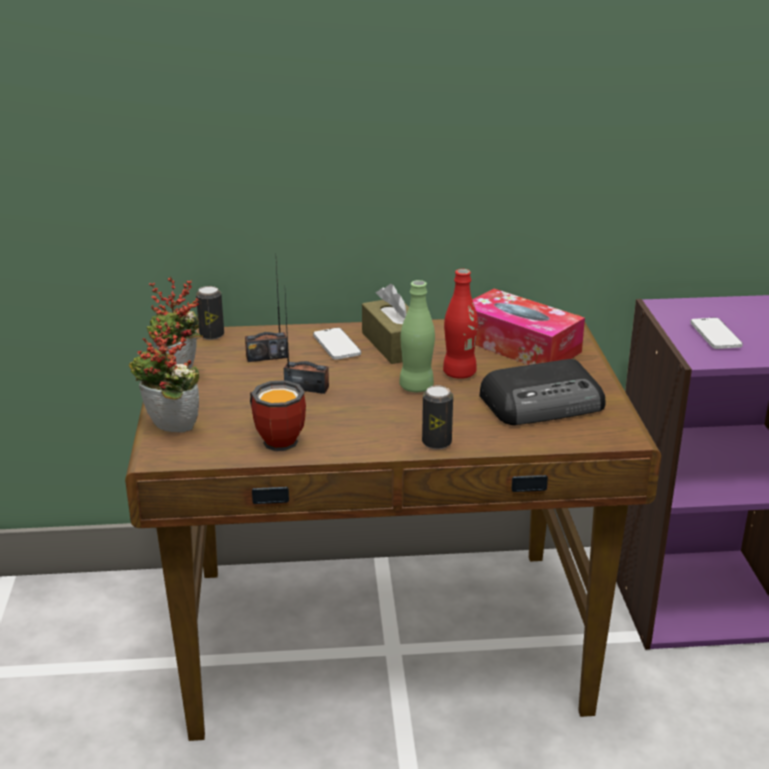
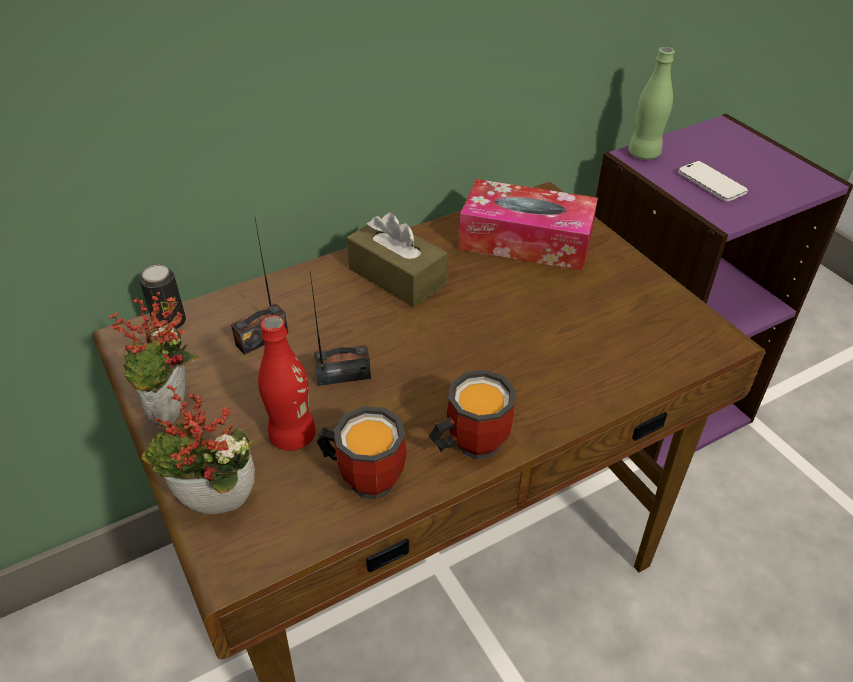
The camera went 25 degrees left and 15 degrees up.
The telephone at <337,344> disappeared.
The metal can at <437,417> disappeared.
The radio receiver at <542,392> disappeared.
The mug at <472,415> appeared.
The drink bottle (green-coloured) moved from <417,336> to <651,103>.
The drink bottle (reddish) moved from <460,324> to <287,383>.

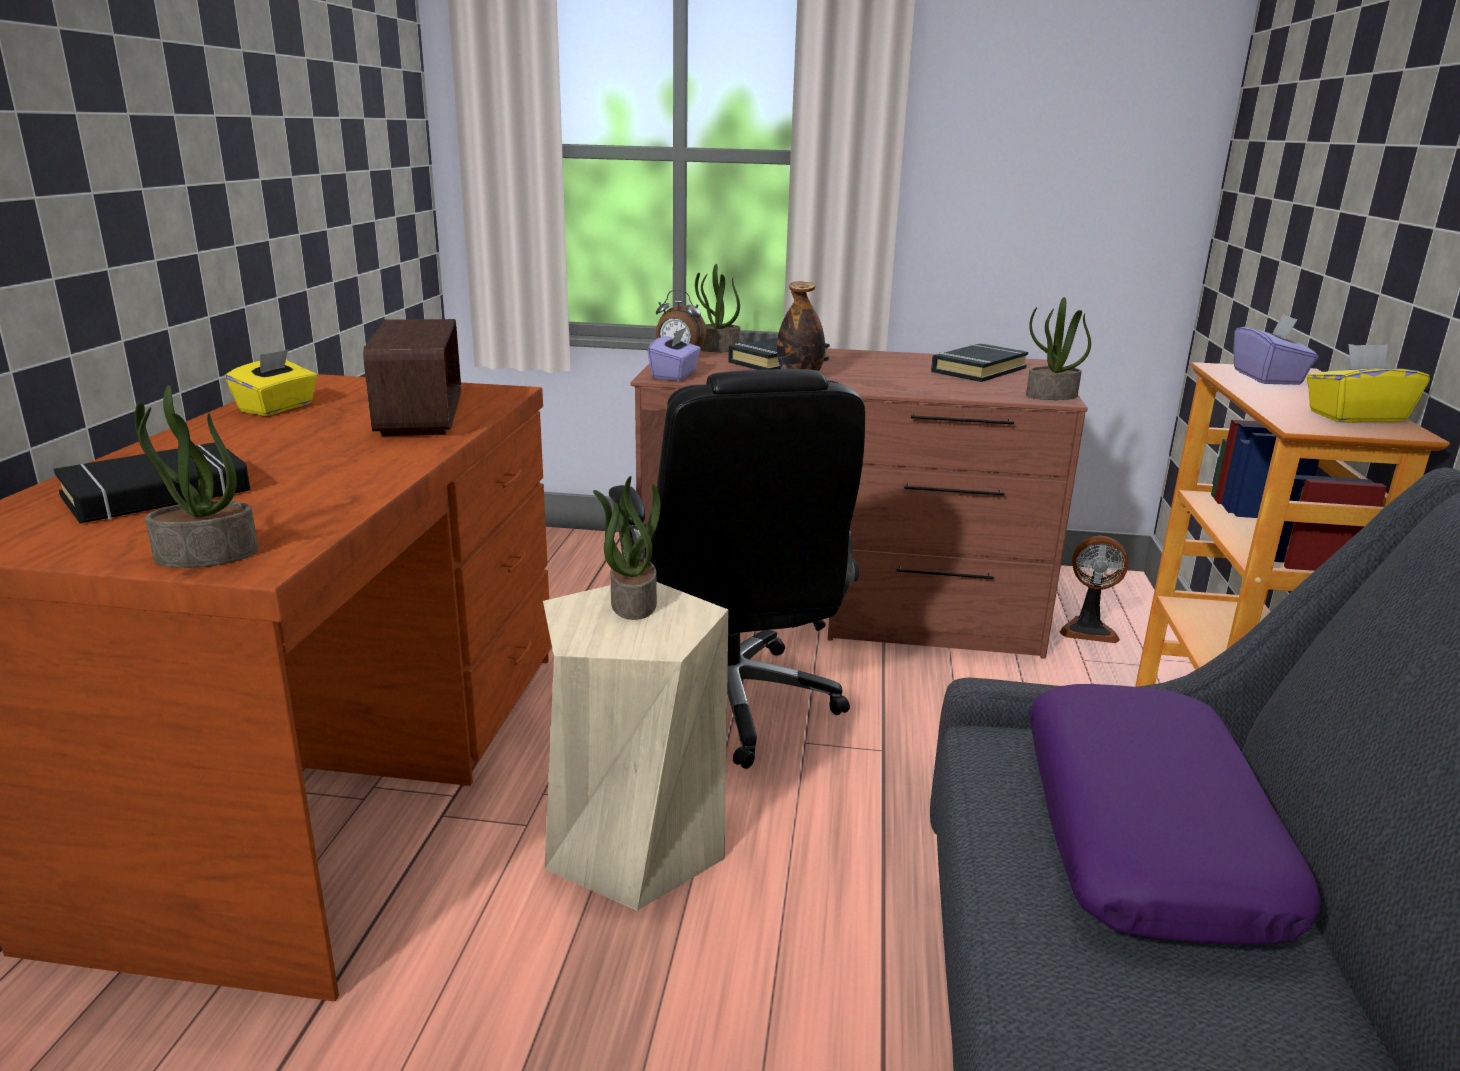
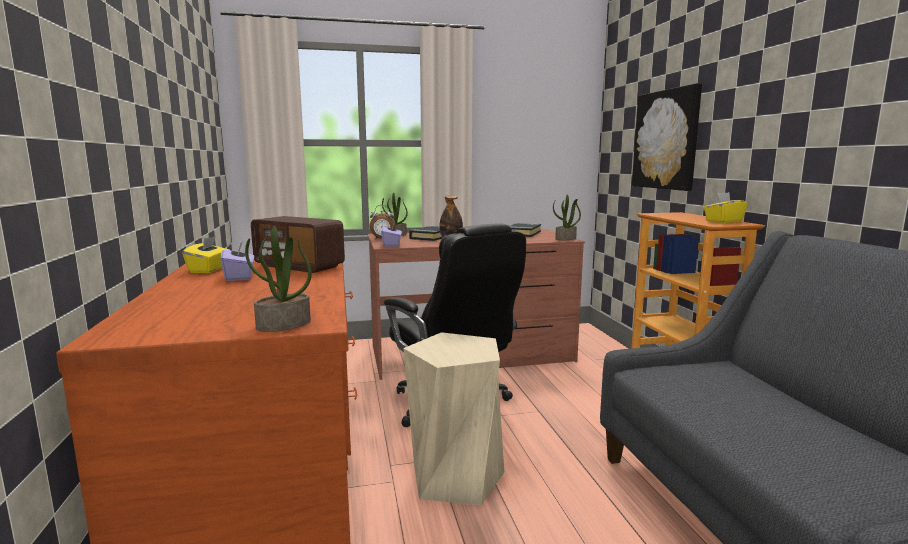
The camera went 20 degrees left and 10 degrees down.
The volume (black-coloured) at <152,482> disappeared.
The plant in a pot at <626,548> disappeared.
The pillow (purplish) at <1175,814> disappeared.
The cooling fan at <1094,589> disappeared.
The wall picture at <667,137> appeared.
The tissue holder (purplish) moved from <1275,349> to <237,261>.
The radio receiver at <412,377> turned 150 degrees clockwise.

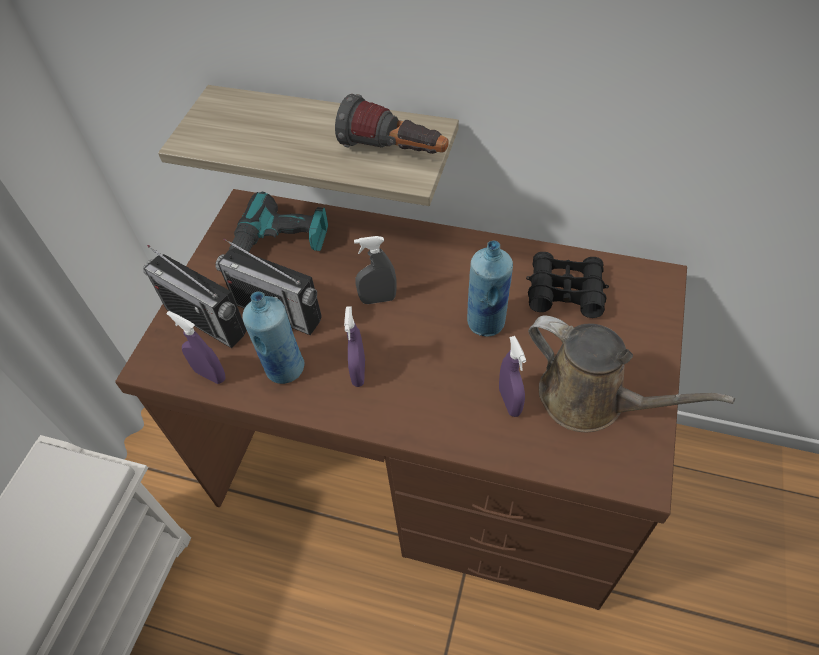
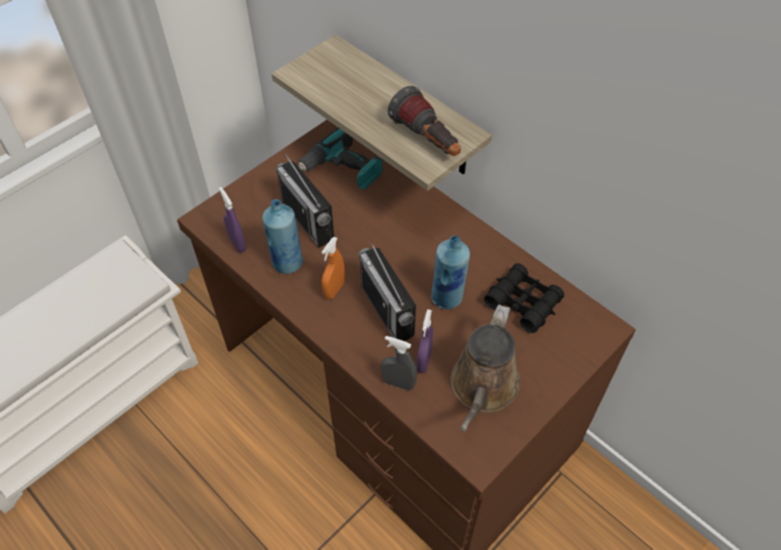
The camera went 25 degrees right and 0 degrees up.
The radio receiver moved from <195,296> to <387,291>.
The spray bottle (greyish) moved from <375,270> to <399,363>.
The spray bottle (purplish) at <354,346> became the spray bottle (orangey) at <333,268>.
The watering can (brown-coloured) at <631,374> turned 45 degrees clockwise.

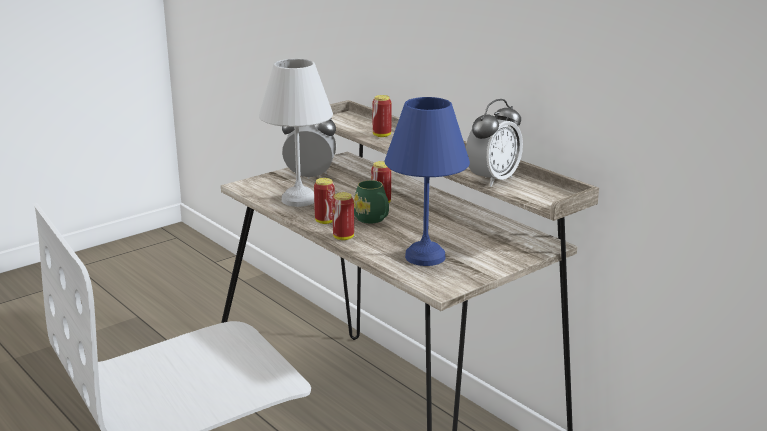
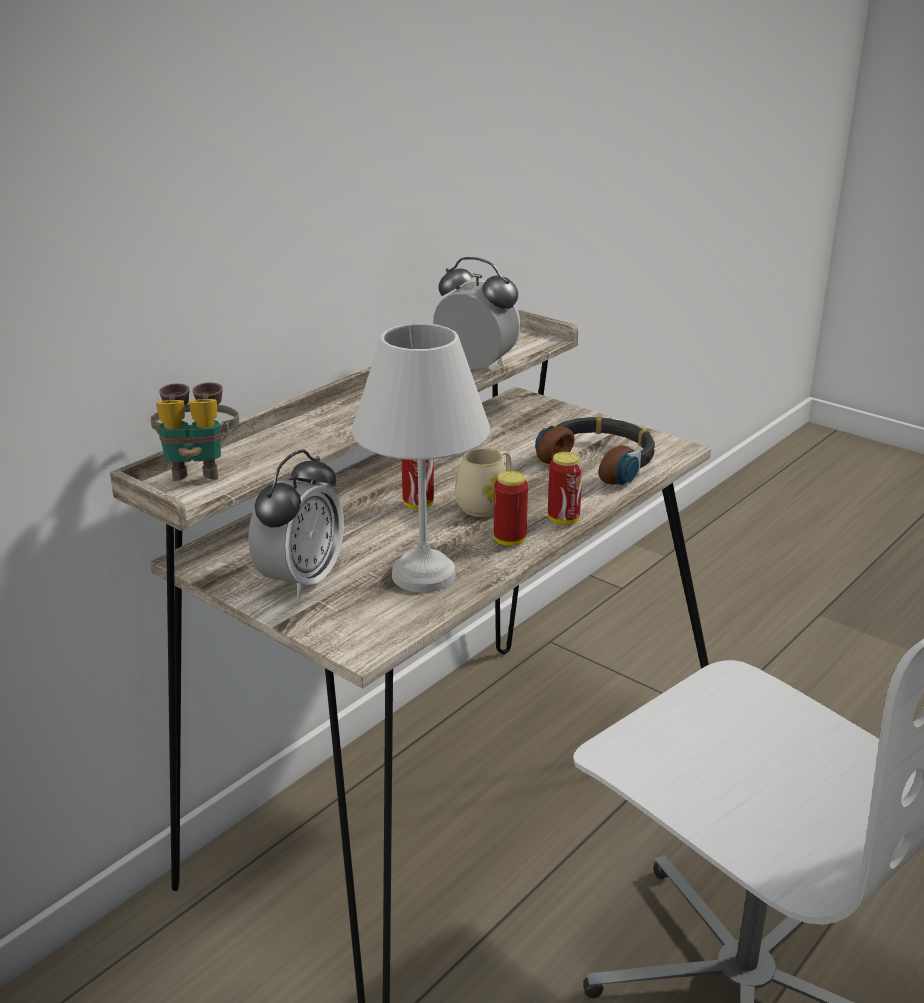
The camera went 100 degrees left and 5 degrees up.
The metal can at <382,116> disappeared.
The binoculars at <194,431> appeared.
The tabletop lamp (blue-coloured) at <427,181> was replaced by the pair of headphones at <595,450>.
The mug (green-coloured) at <371,201> became the mug (beige-coloured) at <483,482>.
The table clock at <309,148> turned 150 degrees counterclockwise.

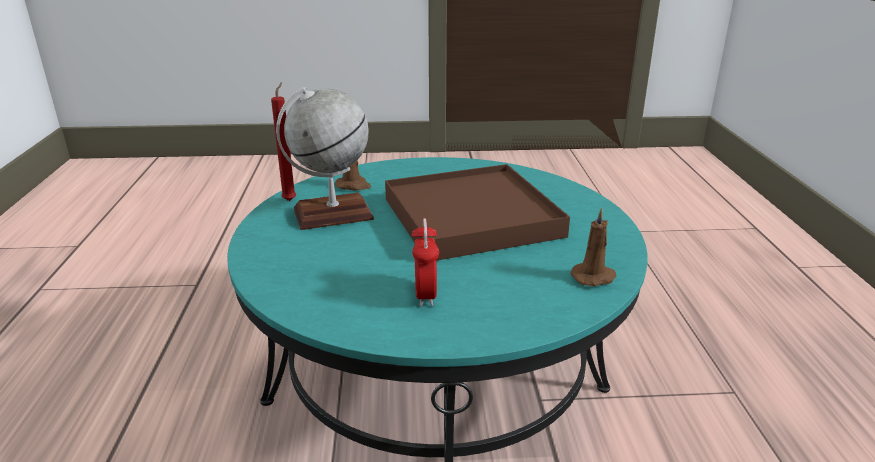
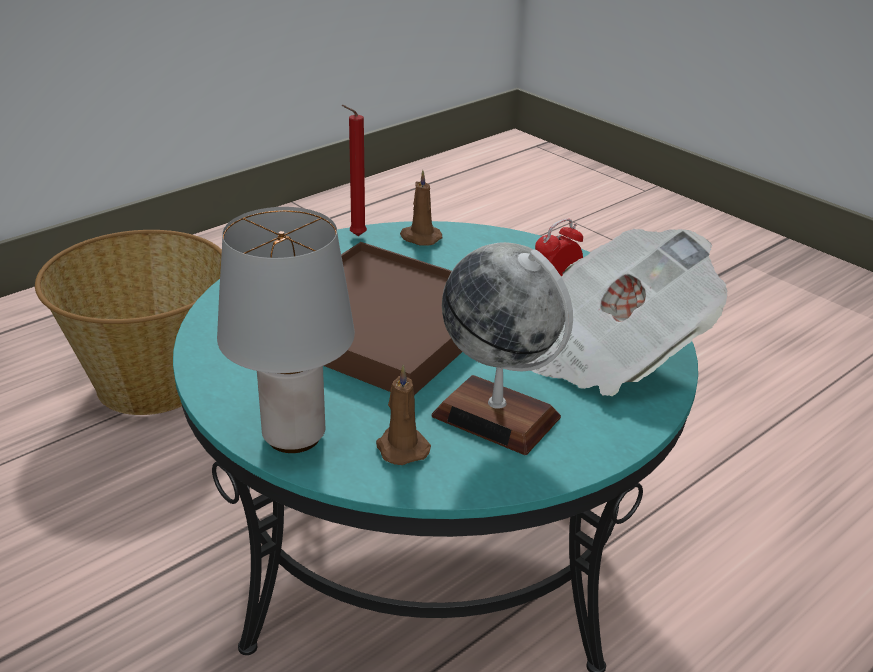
The camera went 130 degrees left and 5 degrees up.
The storage basket at <128,322> appeared.
The tabletop lamp (greyish) at <286,330> appeared.
The daily paper at <626,312> appeared.
The wax candle (reddish) moved from <283,141> to <354,170>.

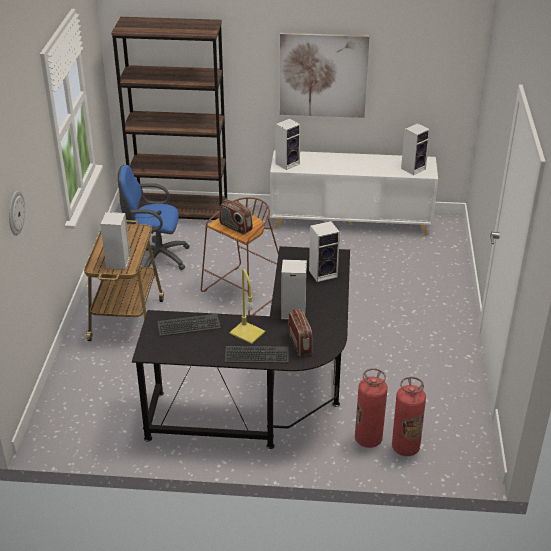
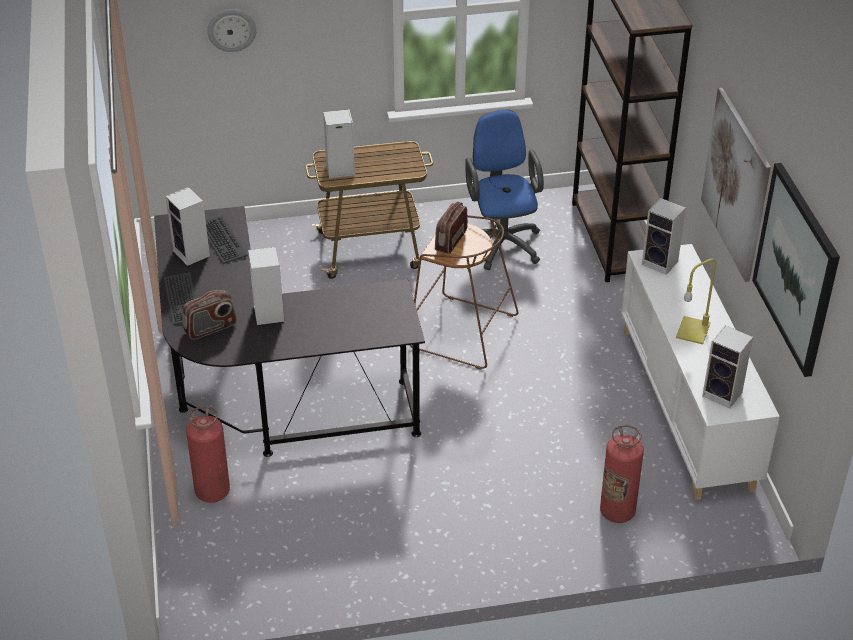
The camera went 75 degrees right and 5 degrees up.
The wall picture at <796,270> appeared.
The tabletop lamp (yellow) moved from <247,306> to <696,301>.
The loudspeaker moved from <324,251> to <187,226>.
The fire-fighting cylinder moved from <409,416> to <622,474>.

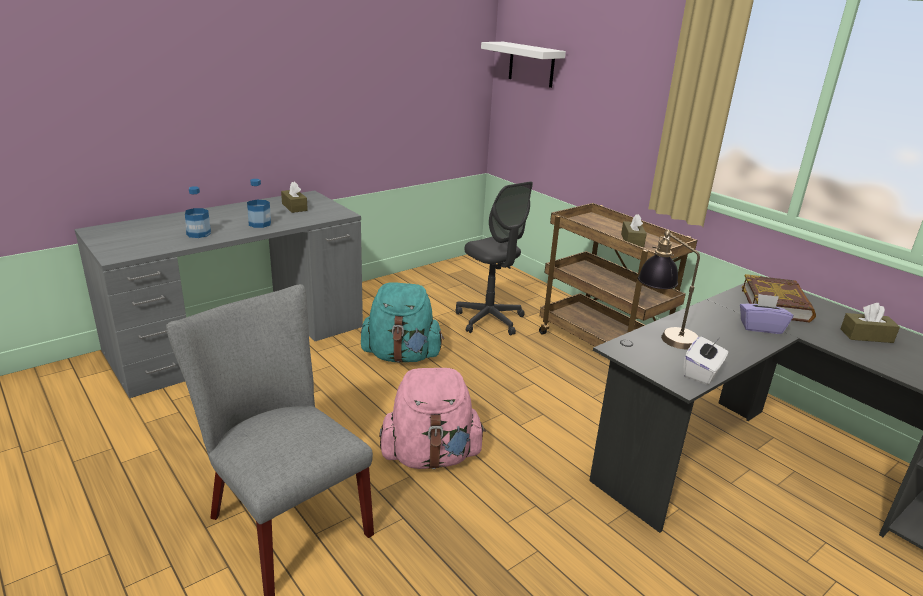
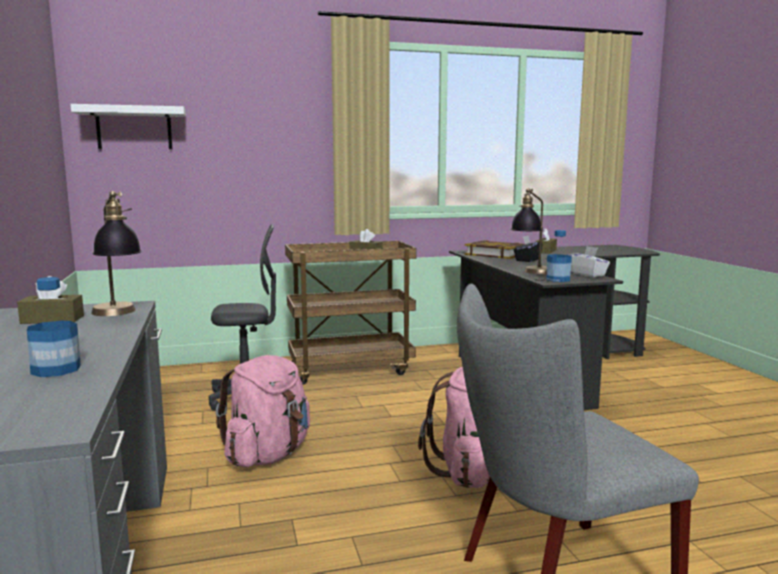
The camera went 65 degrees left and 15 degrees down.
The tabletop lamp at <116,253> appeared.
The drink bottle moved from <259,203> to <559,256>.
The rucksack (turquoise-coloured) at <402,322> became the rucksack (pink) at <263,411>.
The tissue holder (purplish) at <766,314> became the tissue holder (black-coloured) at <528,249>.

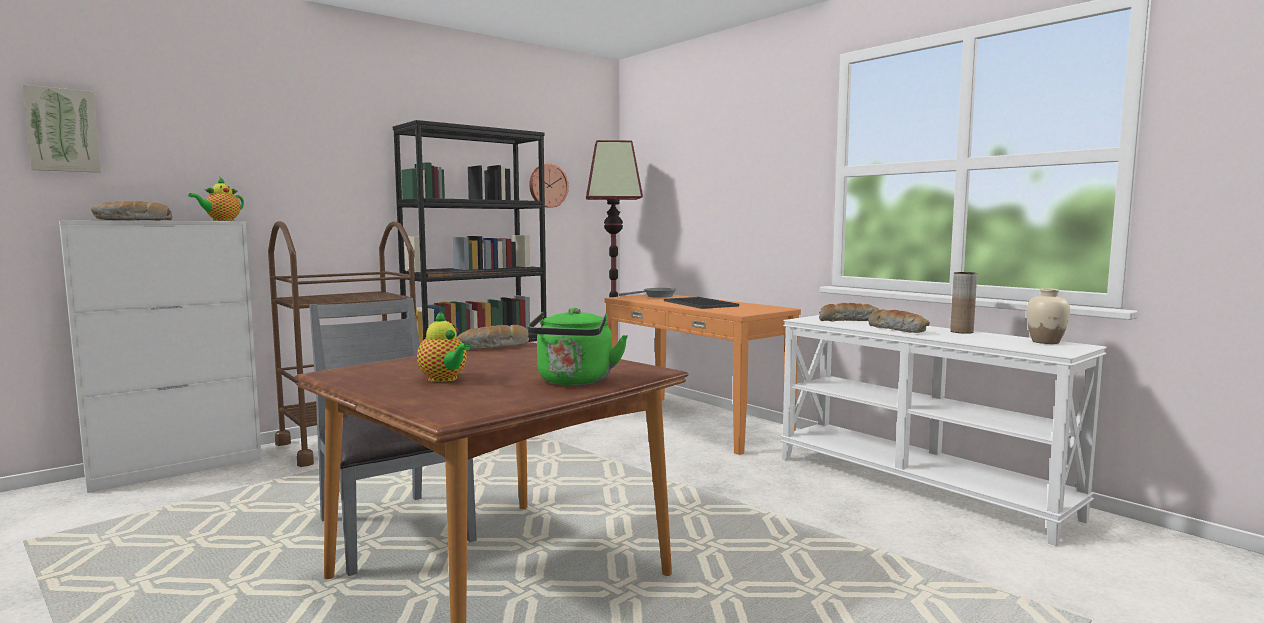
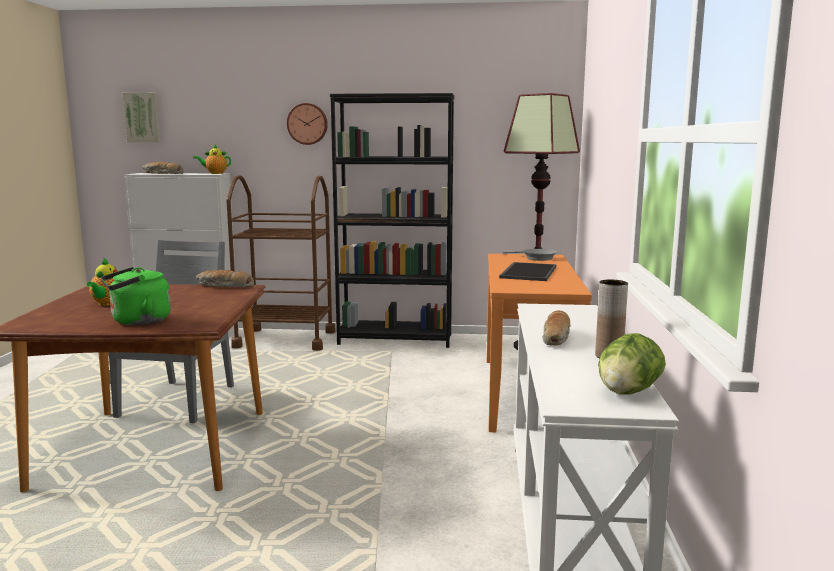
The camera went 45 degrees right and 5 degrees up.
The baked bread at <849,312> disappeared.
The hanging clock moved from <549,186> to <307,124>.
The vase (beige-coloured) at <1048,316> was replaced by the head of lettuce at <632,364>.

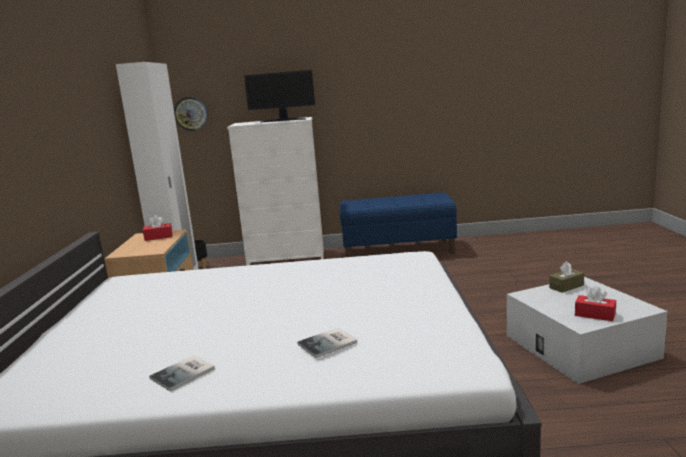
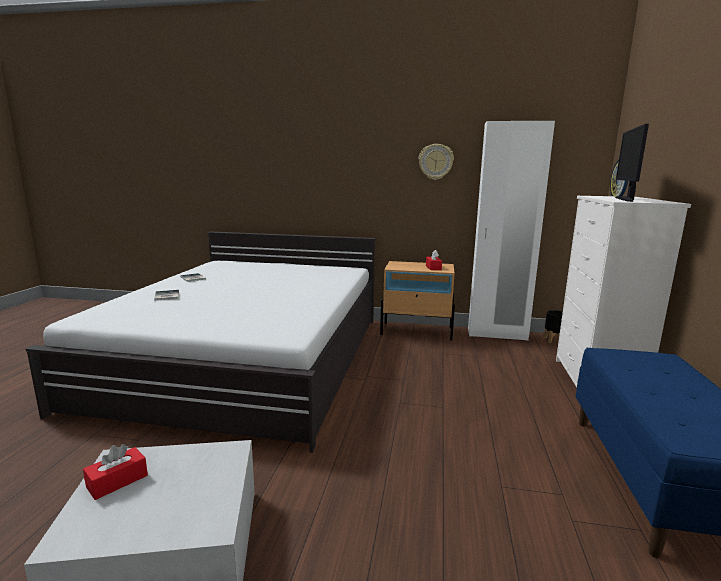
The camera went 100 degrees right and 0 degrees up.
The tissue holder (brown-coloured) at <566,277> disappeared.
The hanging clock at <436,162> appeared.

